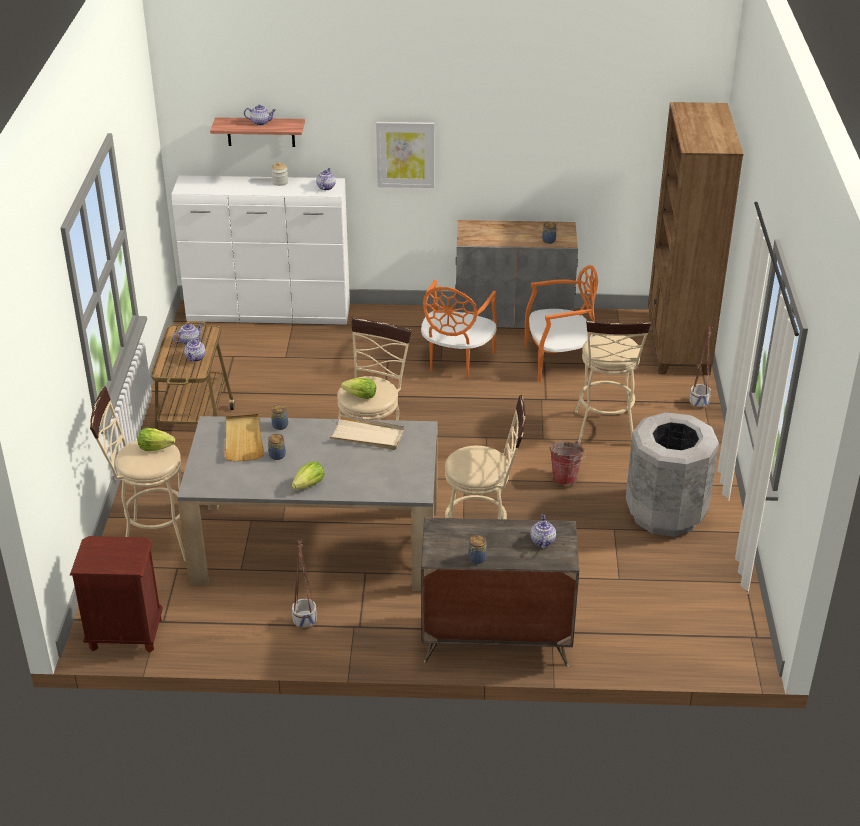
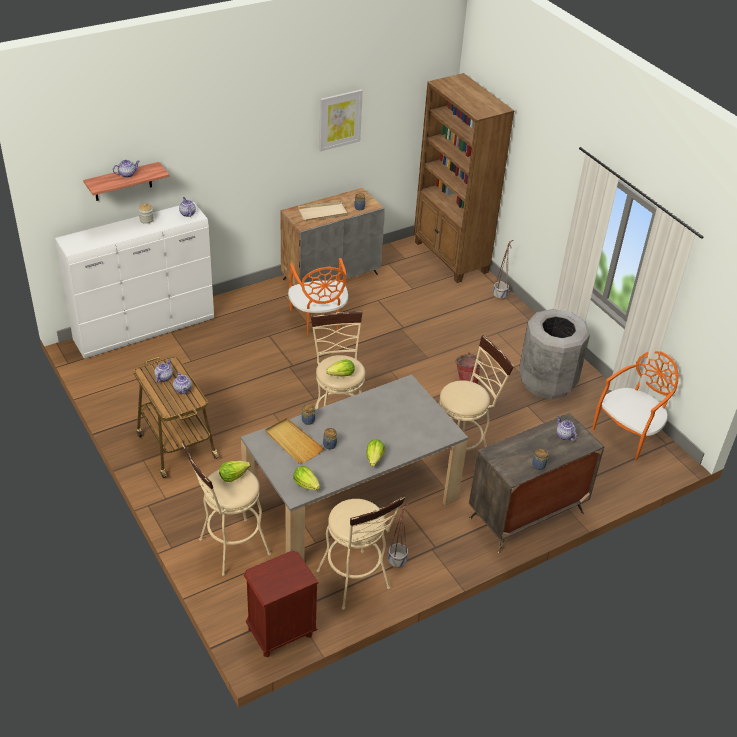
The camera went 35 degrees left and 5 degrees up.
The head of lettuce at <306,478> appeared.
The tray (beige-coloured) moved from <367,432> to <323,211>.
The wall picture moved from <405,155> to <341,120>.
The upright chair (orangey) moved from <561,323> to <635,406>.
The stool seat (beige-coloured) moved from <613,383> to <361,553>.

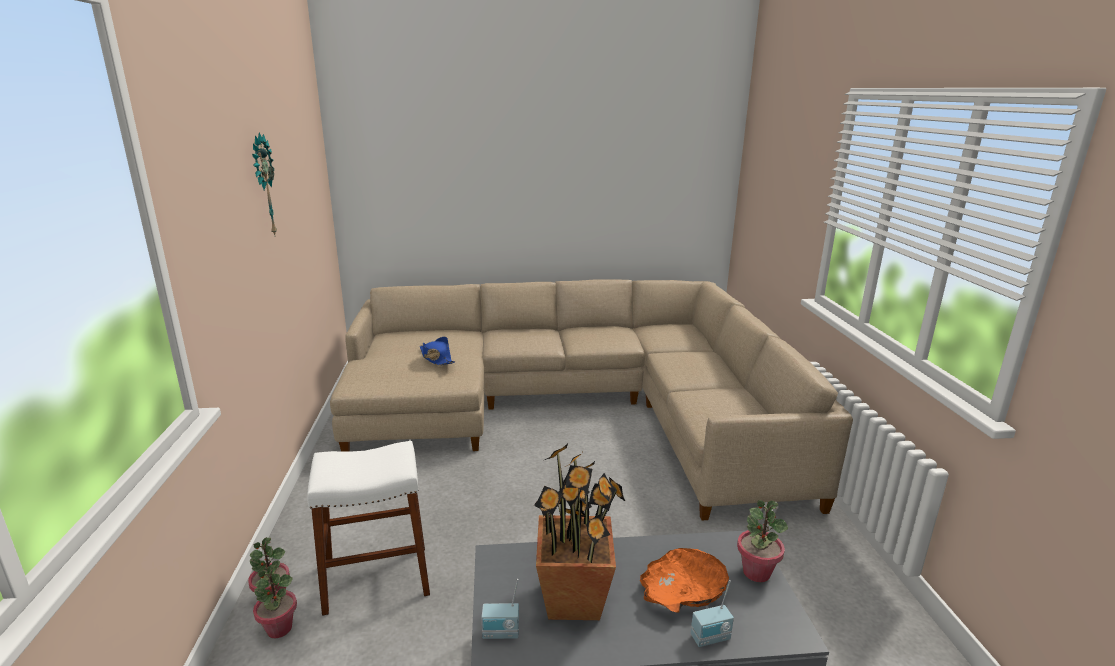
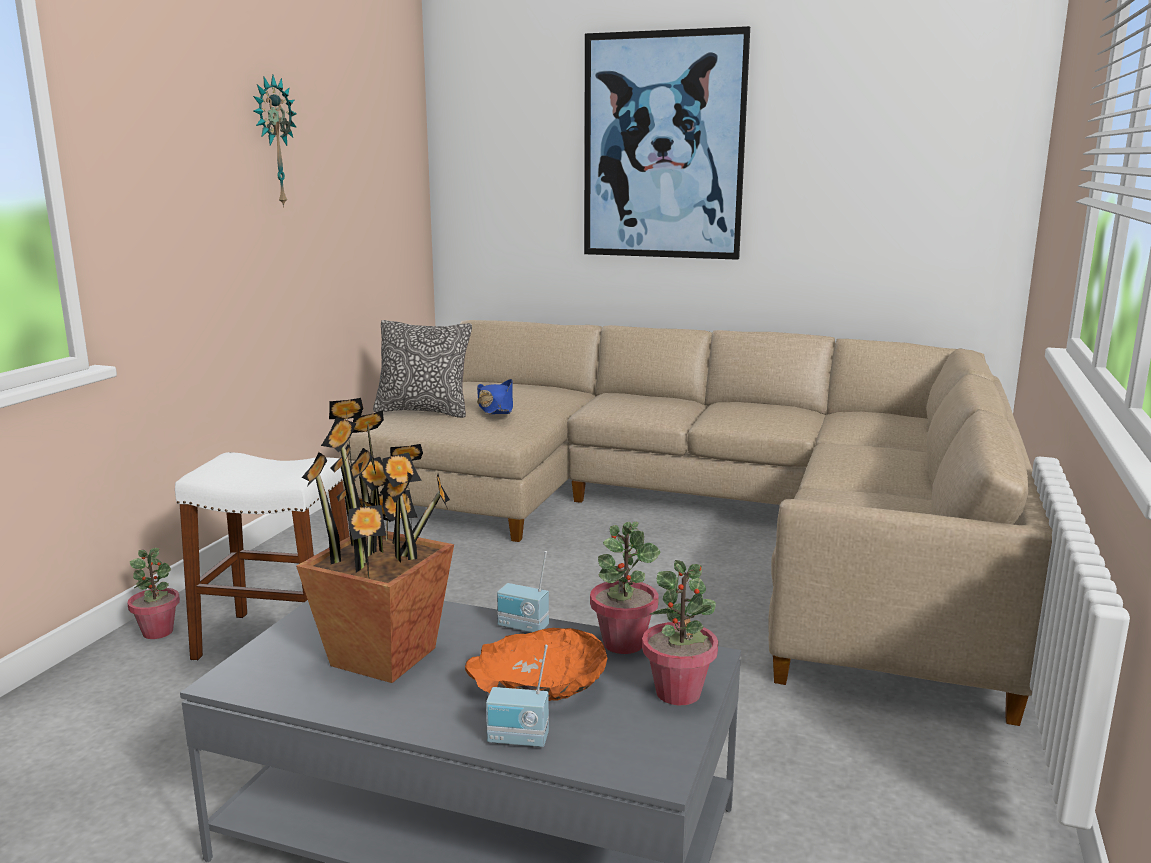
The camera went 25 degrees right and 5 degrees down.
The pillow at <422,369> appeared.
The wall picture at <667,143> appeared.
The plant in a pot moved from <275,601> to <625,588>.
The radio receiver moved from <500,609> to <523,591>.

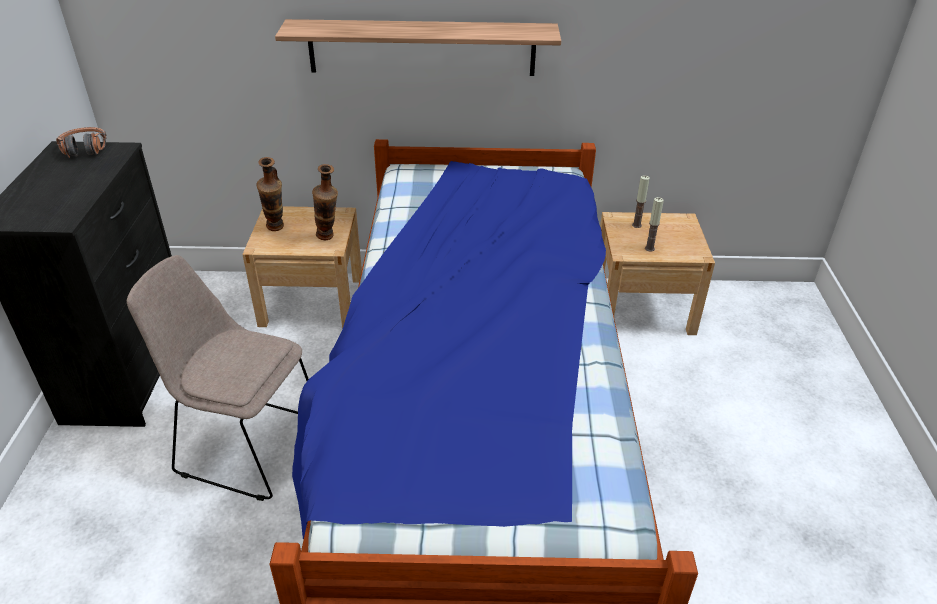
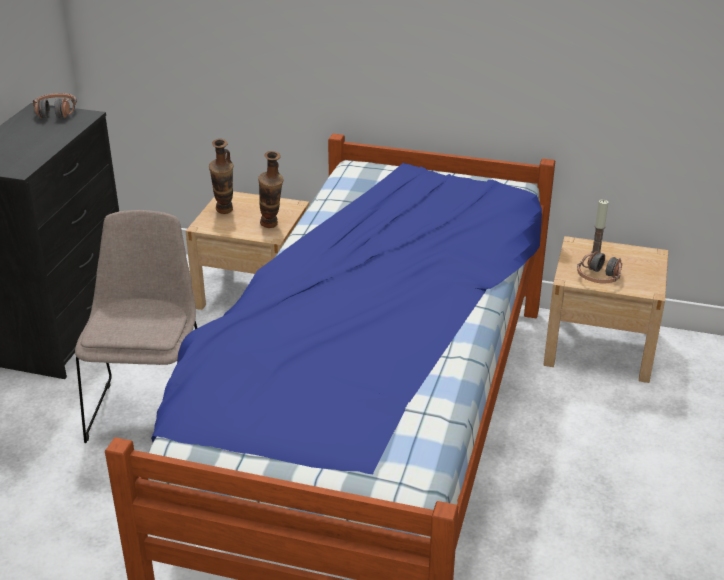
The camera went 15 degrees right and 5 degrees down.
The wall shelf at <418,47> disappeared.
The wax candle at <654,224> was replaced by the pair of headphones at <599,267>.
The upright chair (beige-coloured) at <218,378> turned 60 degrees clockwise.

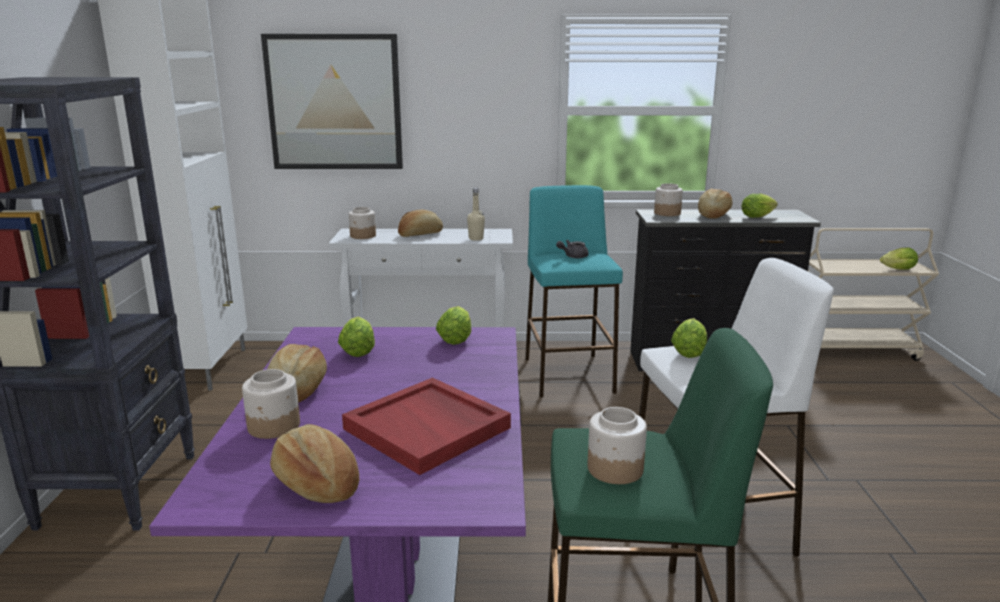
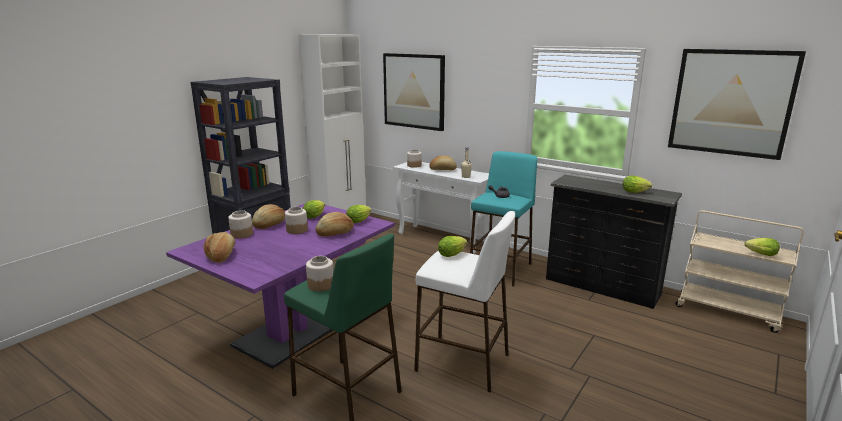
The camera went 35 degrees right and 0 degrees up.
The tray (reddish) at <426,426> disappeared.
The wall picture at <737,104> appeared.
The storage jar moved from <668,199> to <296,220>.
The baked bread moved from <715,203> to <335,224>.

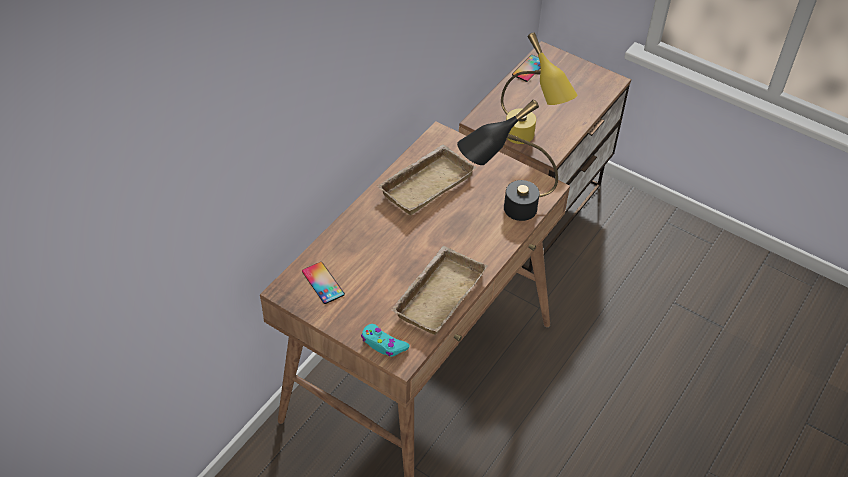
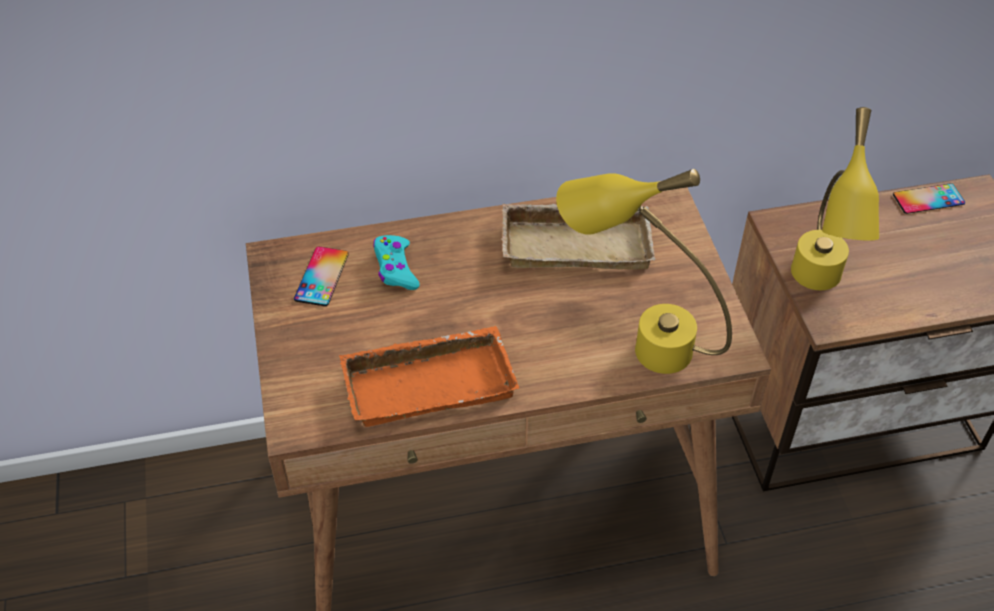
The camera went 45 degrees right and 0 degrees up.
The game controller (turquoise-coloured) moved from <385,340> to <396,262>.
The tray (beige-coloured) at <439,290> became the tray (orangey) at <429,376>.
The tabletop lamp (black-coloured) at <507,160> became the tabletop lamp (yellow) at <644,271>.

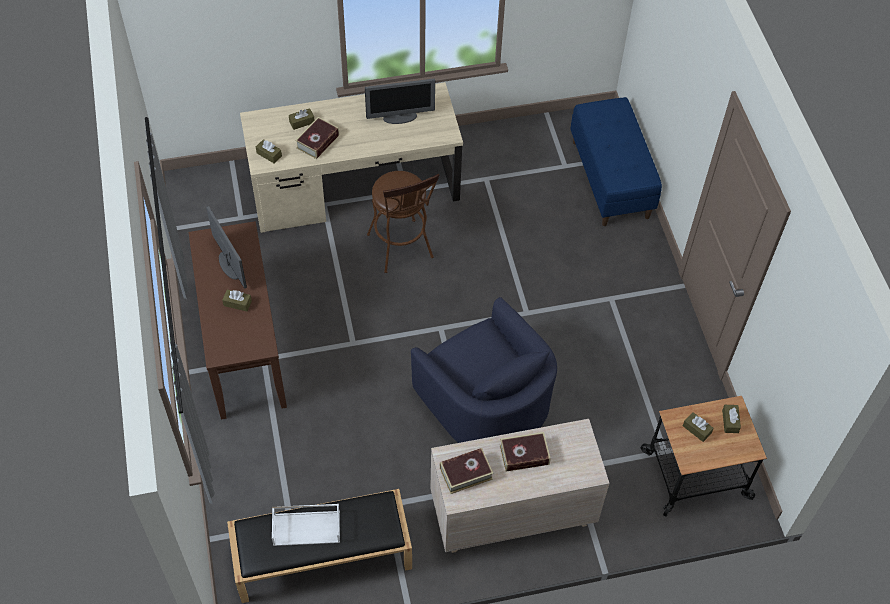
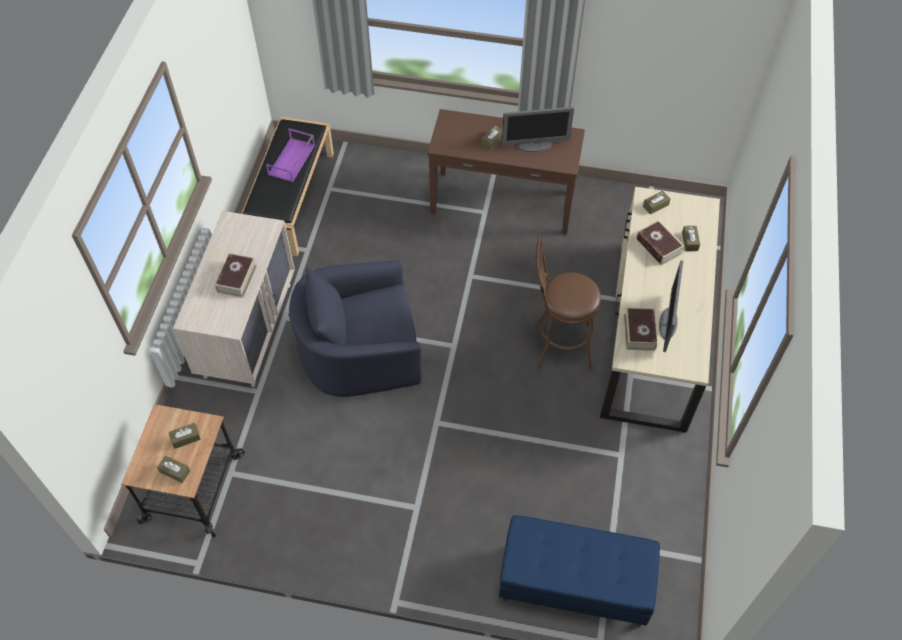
The camera went 115 degrees right and 0 degrees up.
The volume moved from <466,471> to <640,329>.
The tray (white-coloured) at <306,525> became the tray (purplish) at <290,155>.

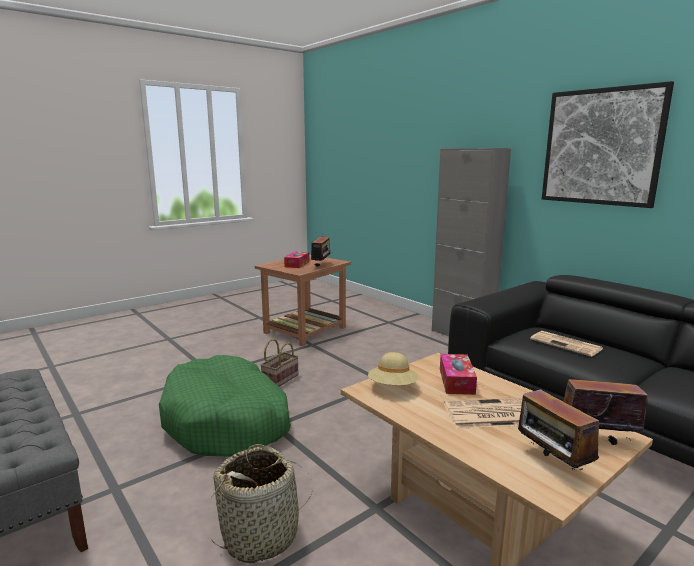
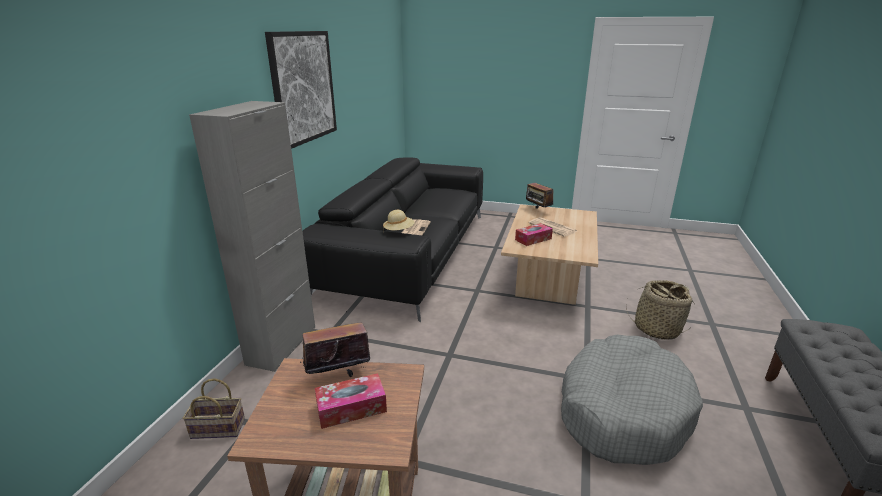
The camera went 125 degrees left and 10 degrees up.
The radio receiver at <558,427> disappeared.
The storage basket moved from <279,363> to <214,408>.
The wearable hat (beige-coloured) moved from <393,368> to <399,220>.
The dog cushion (green-coloured) at <225,406> became the dog cushion (greyish) at <632,399>.

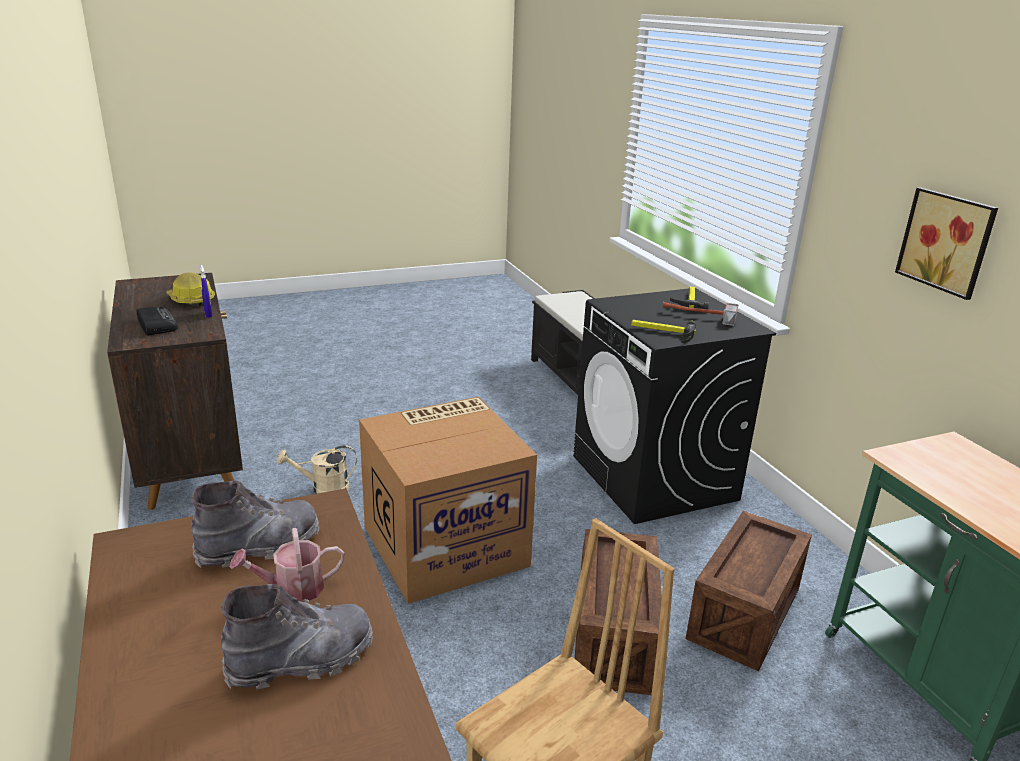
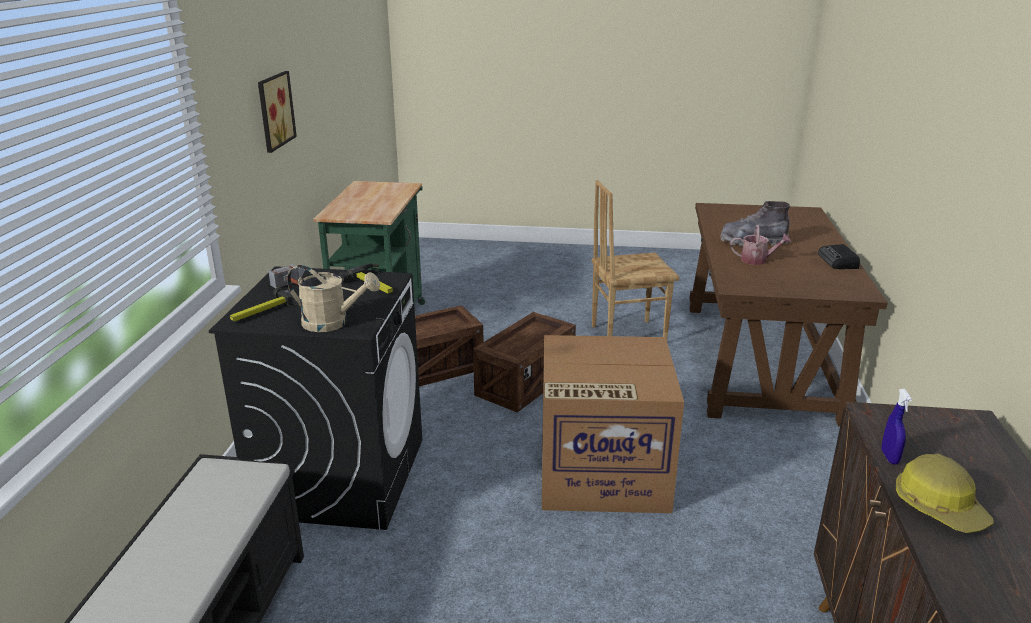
The camera went 150 degrees left and 0 degrees up.
The tall boot (greyish) at <255,524> disappeared.
The radio receiver moved from <157,321> to <839,256>.
The watering can (beige-coloured) moved from <317,469> to <333,298>.

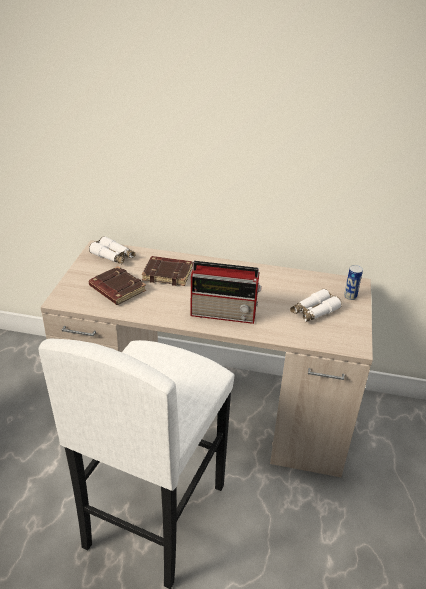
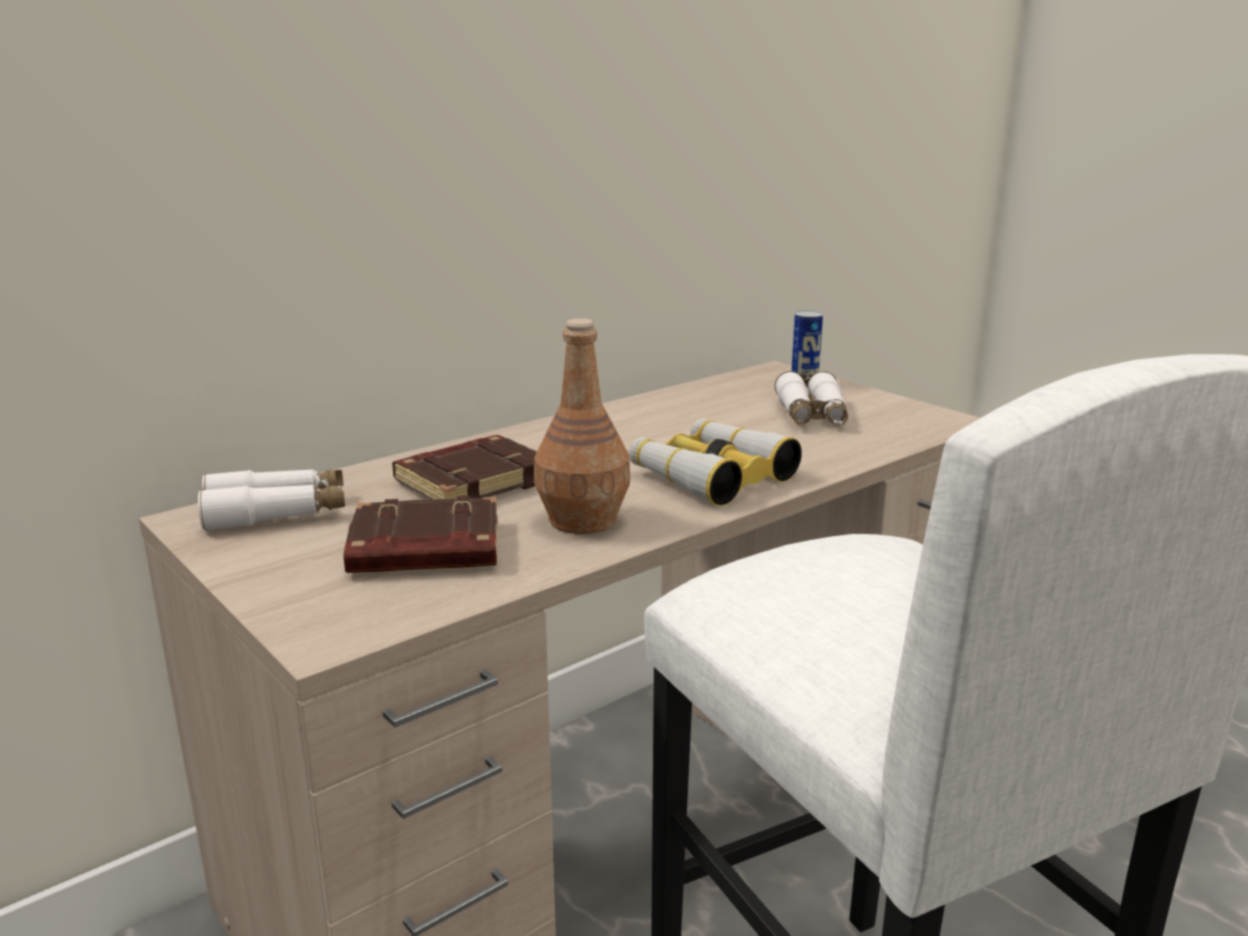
The camera went 50 degrees left and 15 degrees down.
The drink bottle (brown-coloured) at <582,426> appeared.
The radio receiver at <226,292> was replaced by the binoculars at <715,462>.

